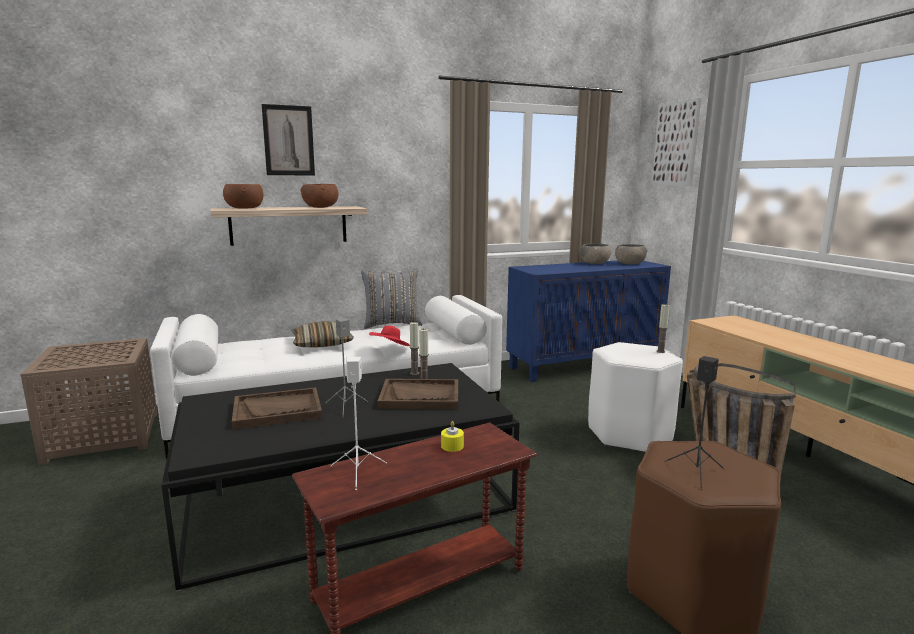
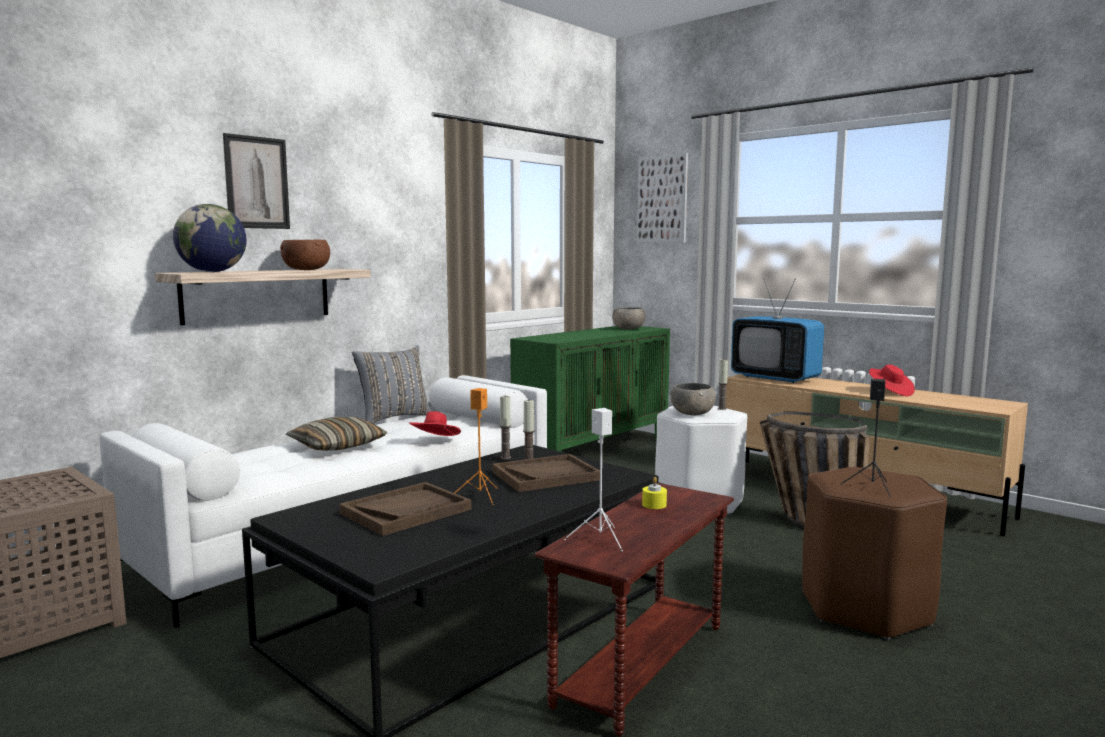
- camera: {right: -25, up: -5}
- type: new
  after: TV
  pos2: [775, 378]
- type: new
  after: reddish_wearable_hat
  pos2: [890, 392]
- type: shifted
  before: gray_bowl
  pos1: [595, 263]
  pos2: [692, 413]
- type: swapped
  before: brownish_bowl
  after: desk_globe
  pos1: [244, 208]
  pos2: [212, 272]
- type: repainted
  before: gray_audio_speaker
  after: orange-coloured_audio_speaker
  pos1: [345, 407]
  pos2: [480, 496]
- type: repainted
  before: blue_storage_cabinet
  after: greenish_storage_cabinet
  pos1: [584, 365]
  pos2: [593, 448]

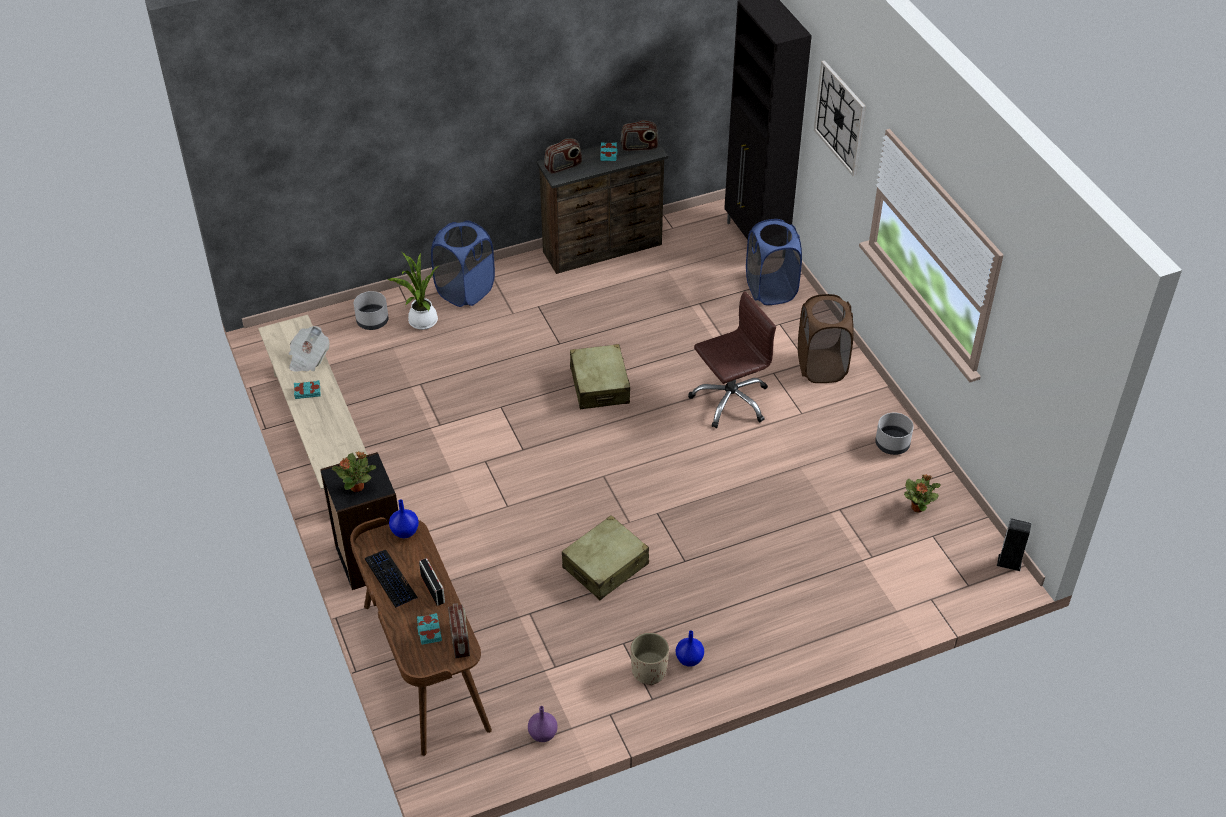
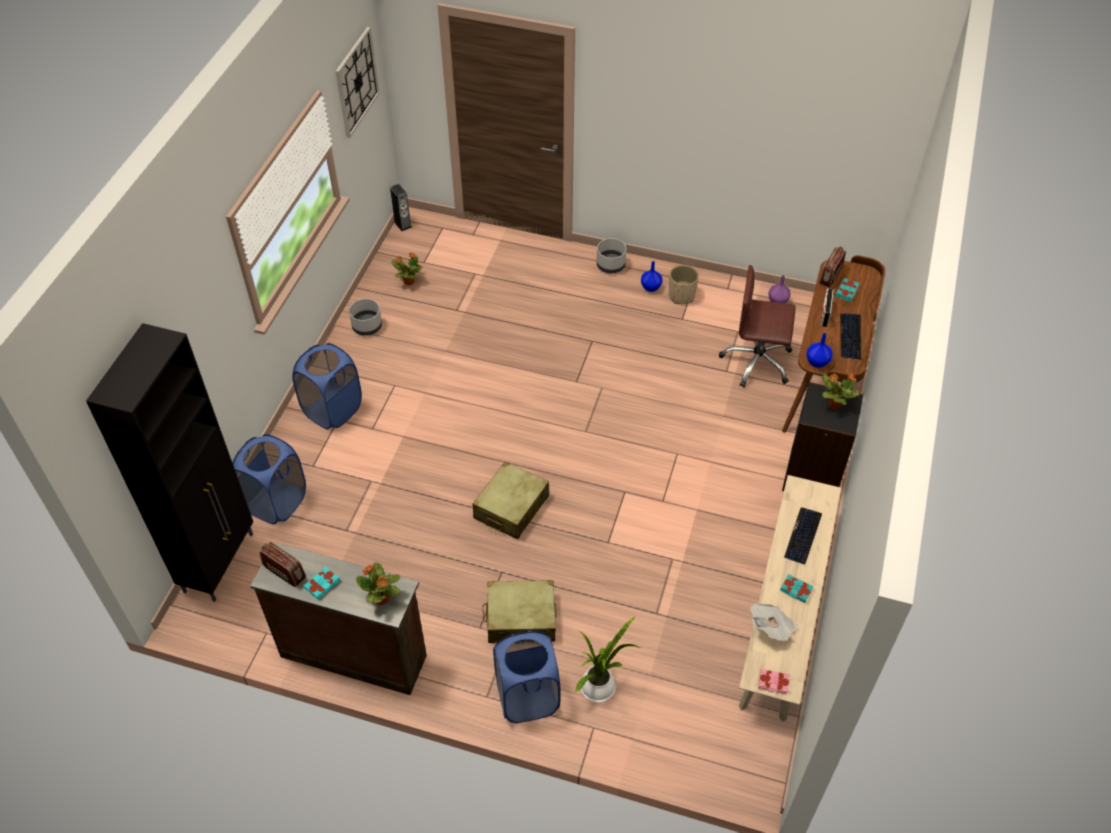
- camera: {right: -140, up: 5}
- type: new
  after: pinkish_bound_book
  pos2: [773, 683]
- type: new
  after: computer_keyboard
  pos2: [803, 536]
- type: shifted
  before: gray_flower_pot
  pos1: [372, 321]
  pos2: [611, 265]
- type: shifted
  before: beige-coloured_travel_case
  pos1: [606, 566]
  pos2: [520, 618]
- type: shifted
  before: brownish_desk_chair
  pos1: [730, 400]
  pos2: [757, 362]
- type: shifted
  before: wall_clock
  pos1: [840, 118]
  pos2: [356, 82]
- type: swapped
  before: radio_receiver
  after: houseplant
  pos1: [563, 167]
  pos2: [382, 599]
- type: repainted
  before: brownish_hamper
  after: blue_hamper
  pos1: [821, 366]
  pos2: [333, 410]

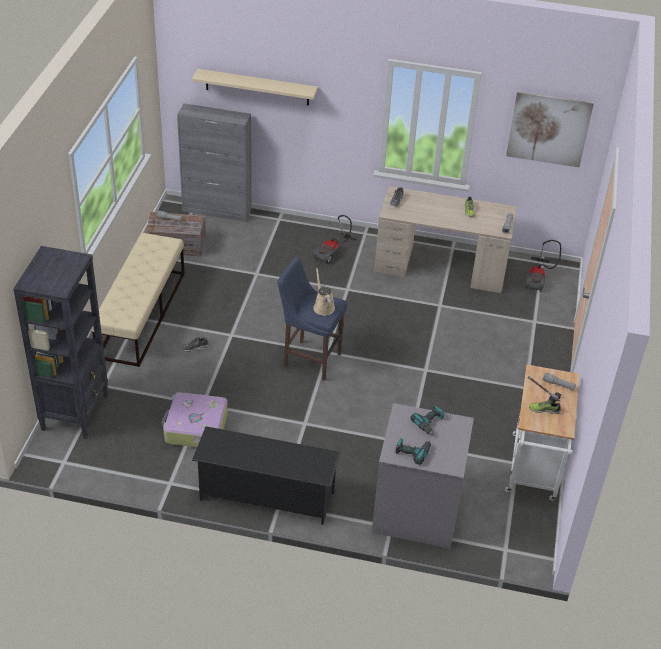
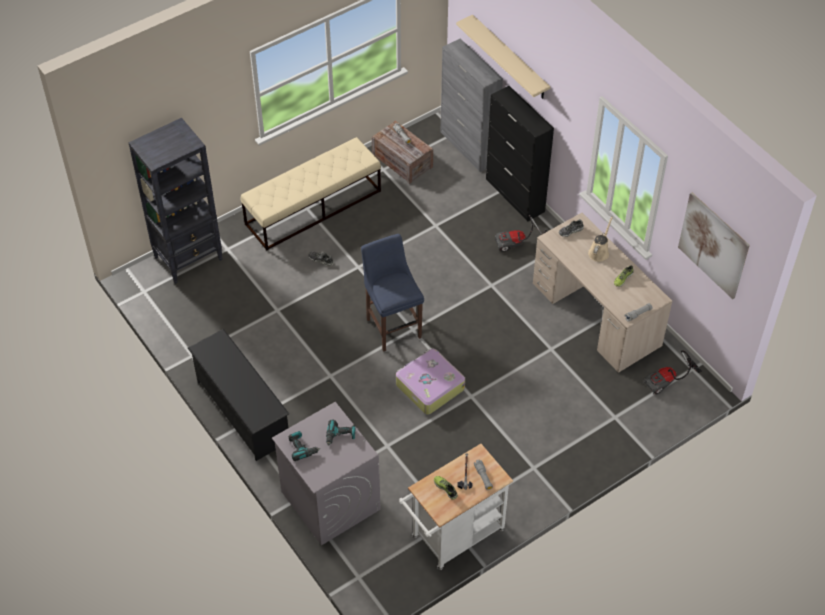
- camera: {right: 45, up: 10}
- type: new
  after: black_storage_cabinet
  pos2: [515, 195]
- type: shifted
  before: travel_case
  pos1: [195, 427]
  pos2: [429, 386]
- type: shifted
  before: beige-coloured_sprinkling_can
  pos1: [323, 306]
  pos2: [599, 252]

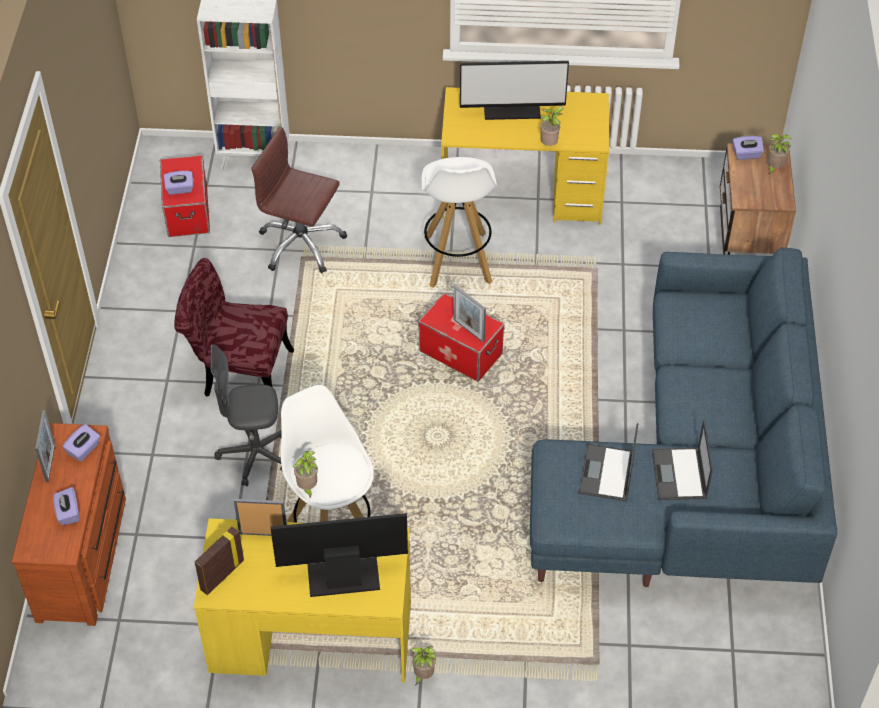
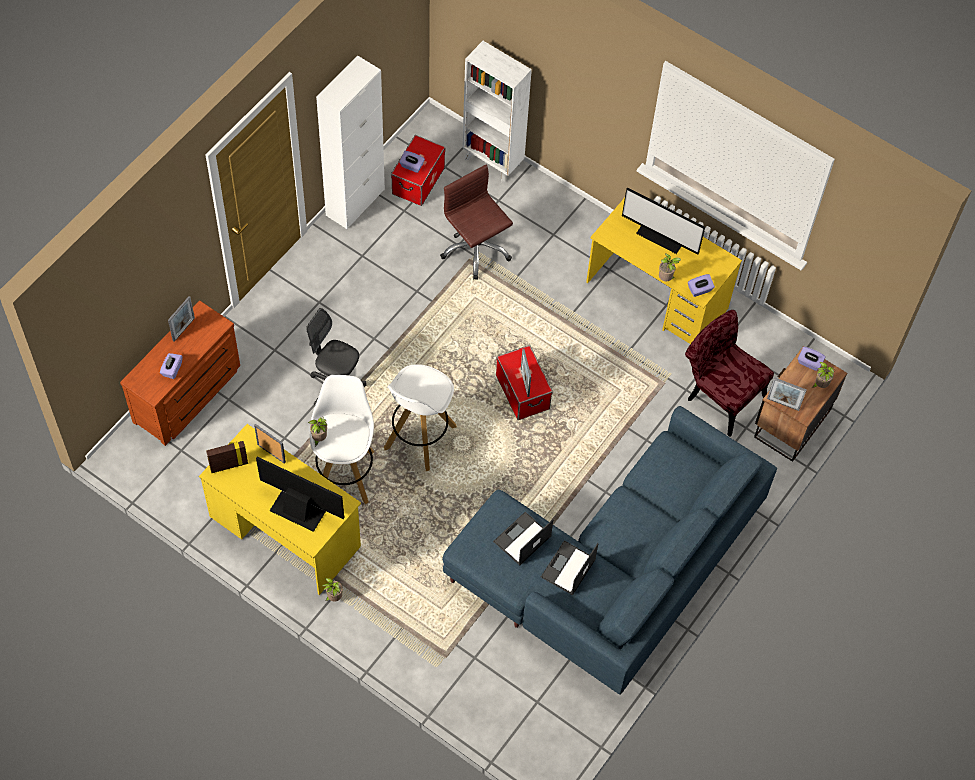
- camera: {right: 30, up: 10}
- type: new
  after: white-coloured_storage_cabinet
  pos2: [355, 202]
- type: new
  after: photo_frame
  pos2: [783, 404]
- type: shifted
  before: purple_tissue_box
  pos1: [84, 450]
  pos2: [700, 290]
- type: shifted
  before: reddish_upright_chair
  pos1: [238, 372]
  pos2: [720, 394]
- type: shifted
  before: white-coloured_stool
  pos1: [457, 260]
  pos2: [419, 438]

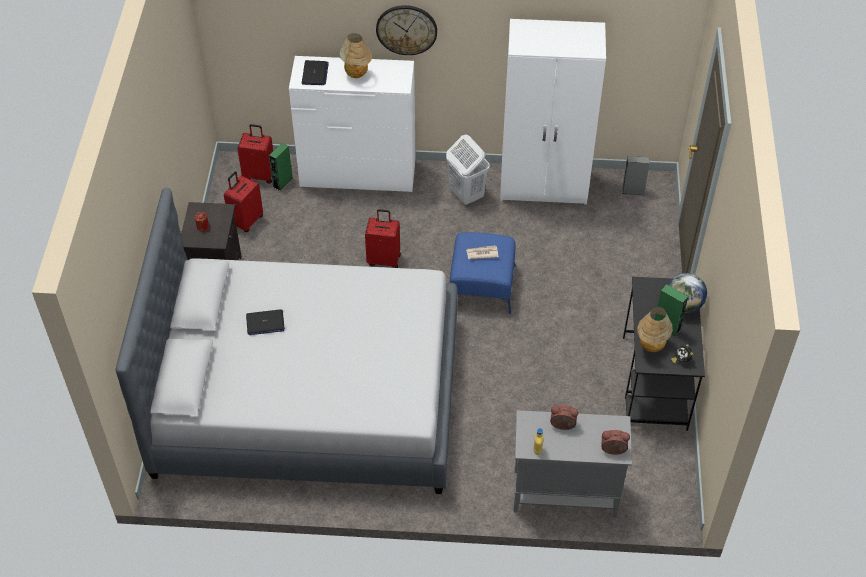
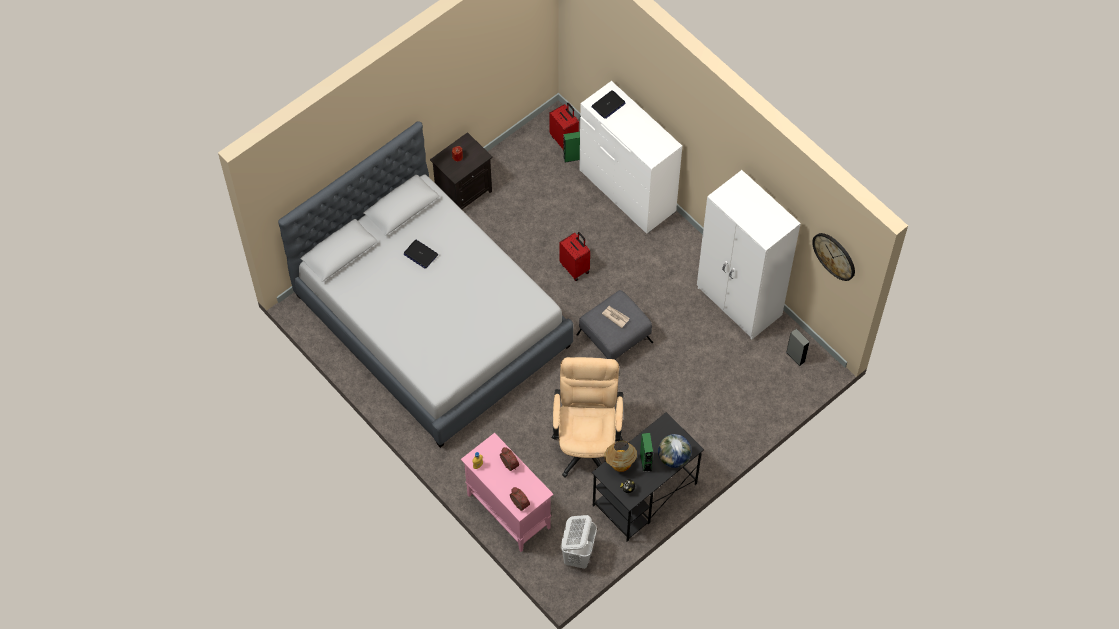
- camera: {right: 45, up: 10}
- type: gone
  before: reddish_travel_case
  pos1: [246, 221]
- type: gone
  before: table_lamp
  pos1: [357, 75]
- type: new
  after: beige-coloured_desk_chair
  pos2: [587, 441]
- type: shifted
  before: wall_clock
  pos1: [406, 29]
  pos2: [834, 256]
- type: shifted
  before: white-coloured_hamper
  pos1: [466, 194]
  pos2: [578, 554]
- type: repainted
  before: blue_footrest
  after: gray_footrest
  pos1: [481, 286]
  pos2: [614, 338]
- type: repainted
  before: gray_storage_cabinet
  after: pinkish_storage_cabinet
  pos1: [563, 494]
  pos2: [508, 511]

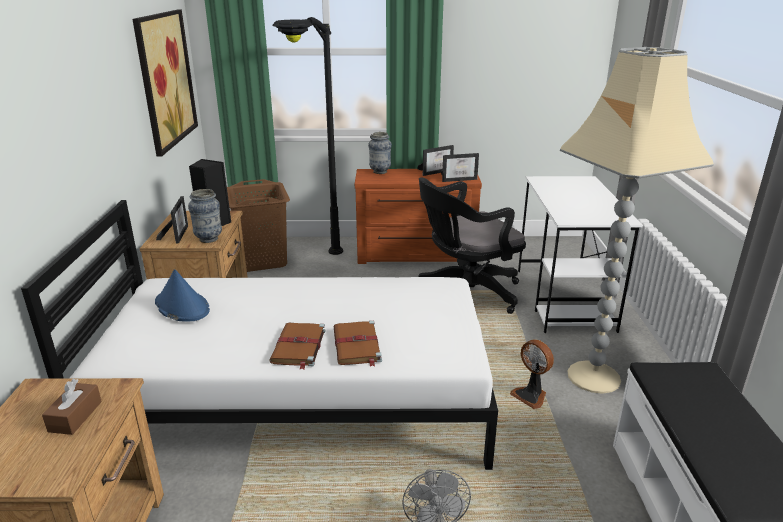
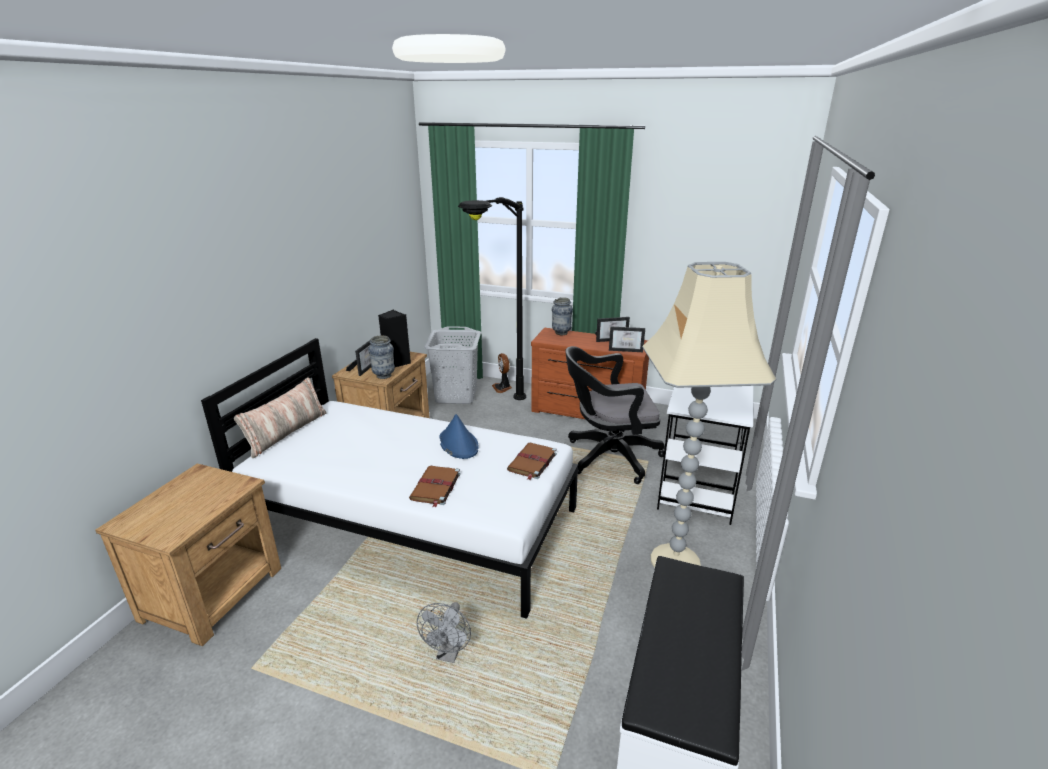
- camera: {right: 20, up: 0}
- type: gone
  before: brownish_tissue_box
  pos1: [75, 416]
- type: gone
  before: wall_picture
  pos1: [165, 79]
- type: new
  after: cushion
  pos2: [286, 432]
- type: shifted
  before: blue_wearable_hat
  pos1: [182, 306]
  pos2: [458, 444]
- type: shifted
  before: brownish_bound_book
  pos1: [298, 347]
  pos2: [532, 462]
- type: shifted
  before: fan
  pos1: [530, 396]
  pos2: [502, 388]
- type: repainted
  before: brownish_hamper
  after: gray_hamper
  pos1: [263, 260]
  pos2: [456, 395]

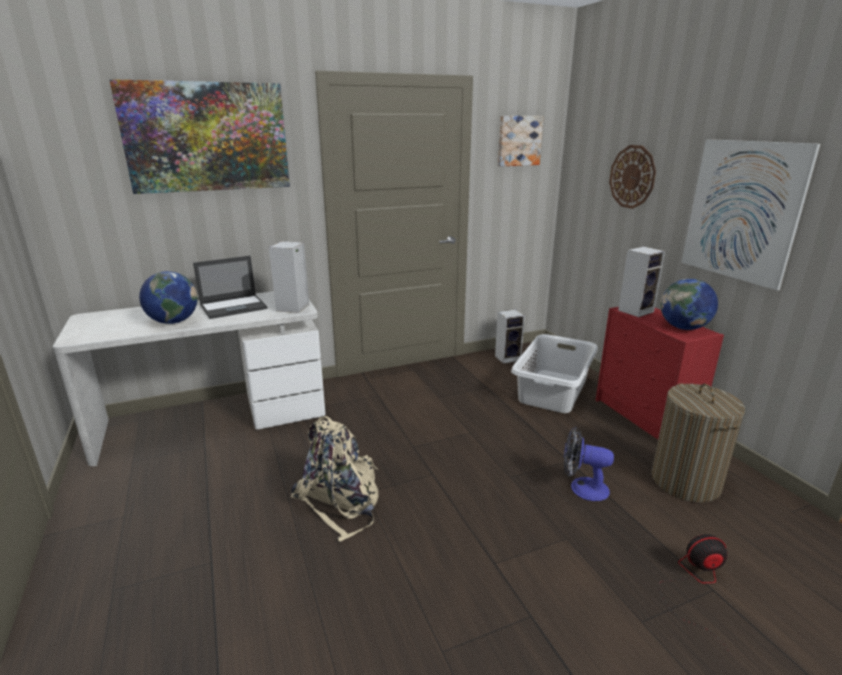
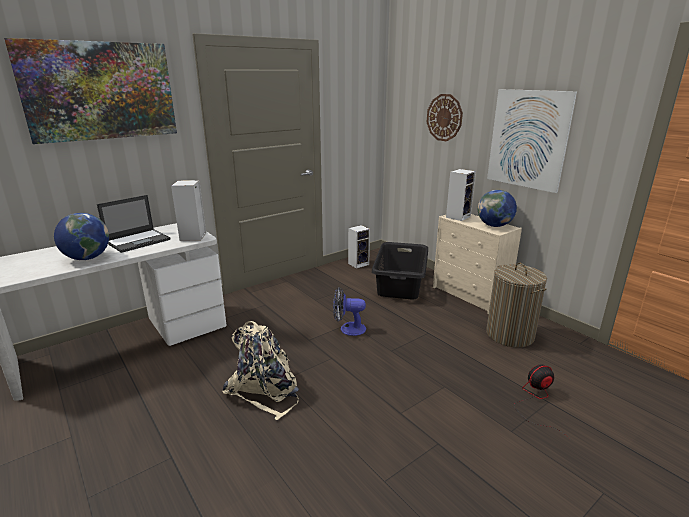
- camera: {right: -15, up: 0}
- type: gone
  before: wall_picture
  pos1: [519, 141]
- type: shifted
  before: fan
  pos1: [582, 487]
  pos2: [348, 329]
- type: repainted
  before: white-coloured_hamper
  after: black_hamper
  pos1: [553, 390]
  pos2: [400, 284]
- type: repainted
  before: reddish_drawer_chest
  after: beige-coloured_drawer_chest
  pos1: [645, 418]
  pos2: [470, 295]

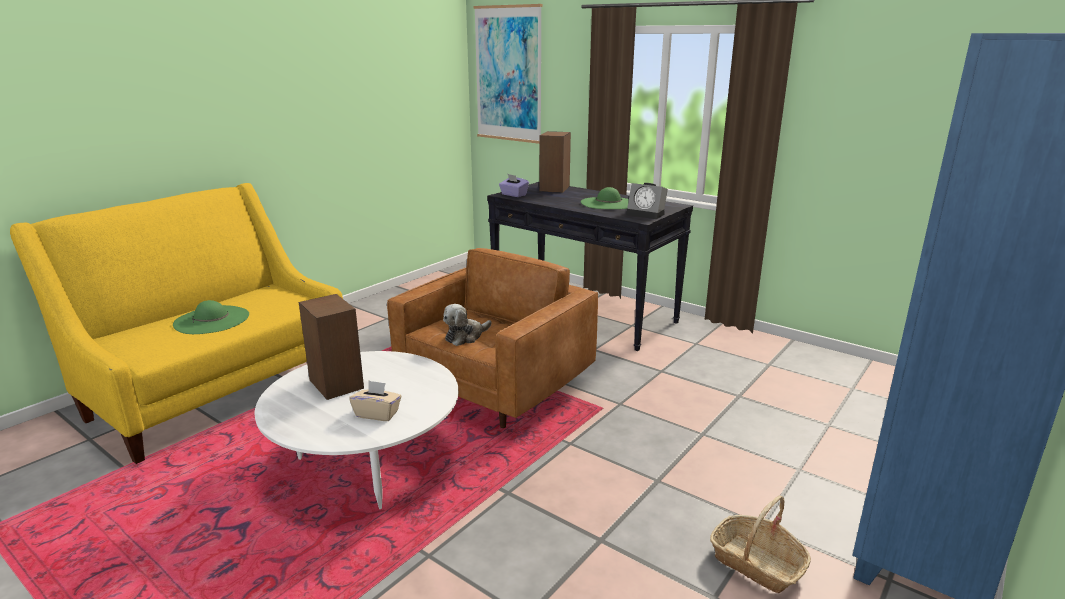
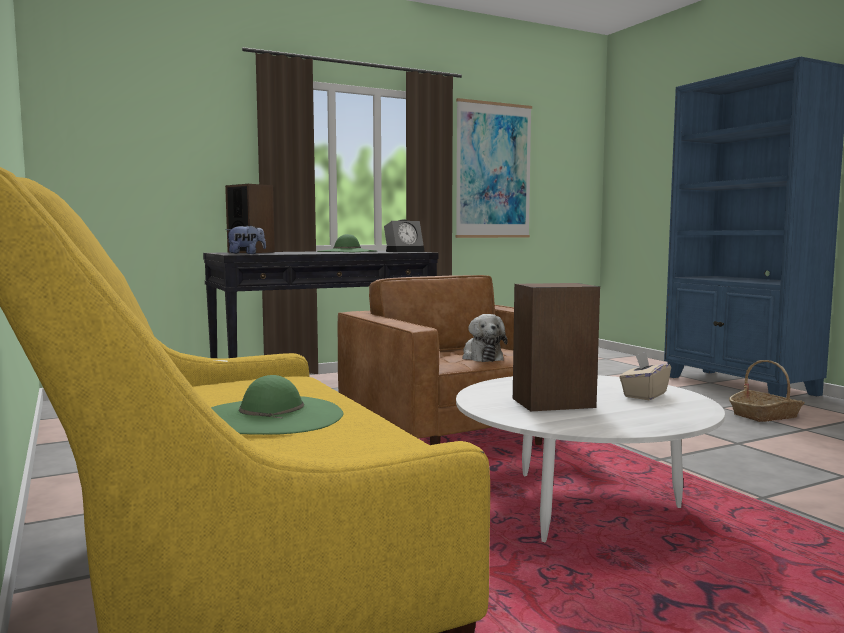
- camera: {right: -65, up: -15}
- type: shifted
  before: wall_picture
  pos1: [508, 74]
  pos2: [493, 170]
- type: swapped
  before: purple_tissue_box
  after: soft_toy
  pos1: [513, 195]
  pos2: [246, 254]

